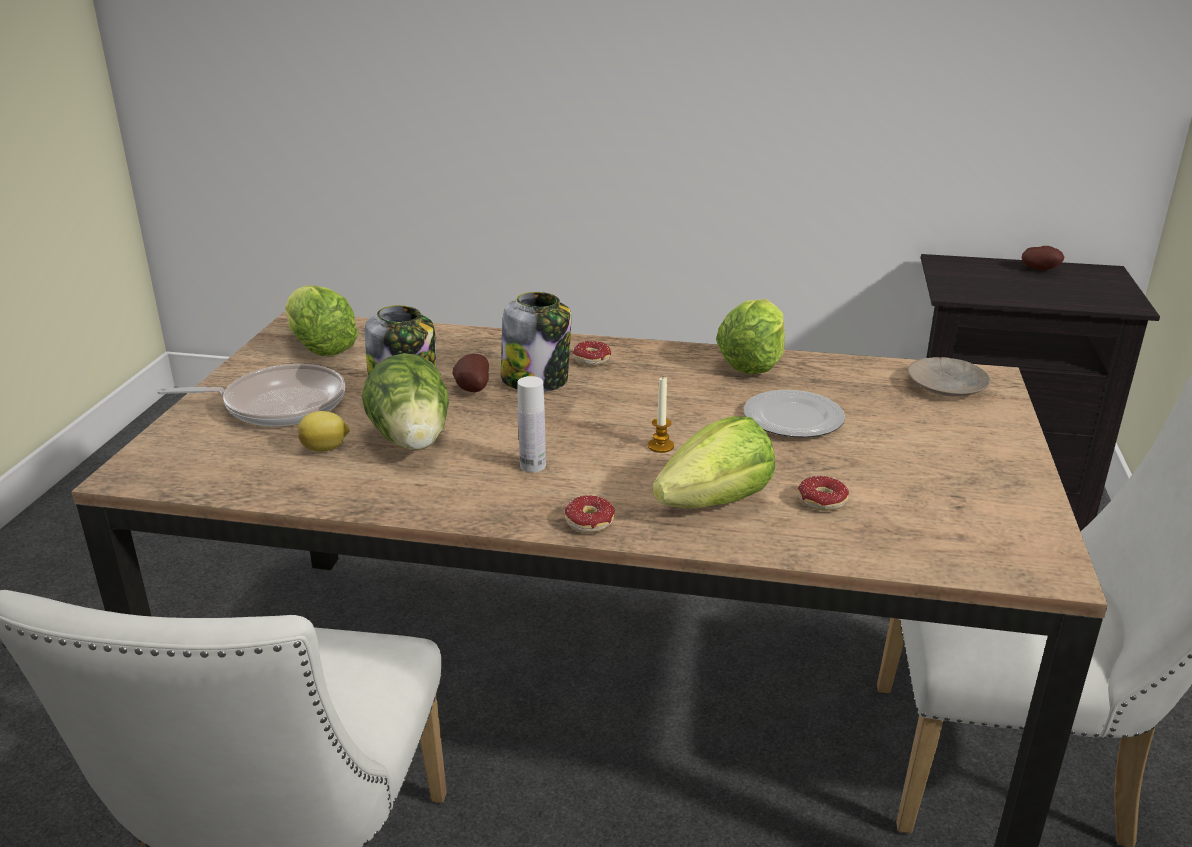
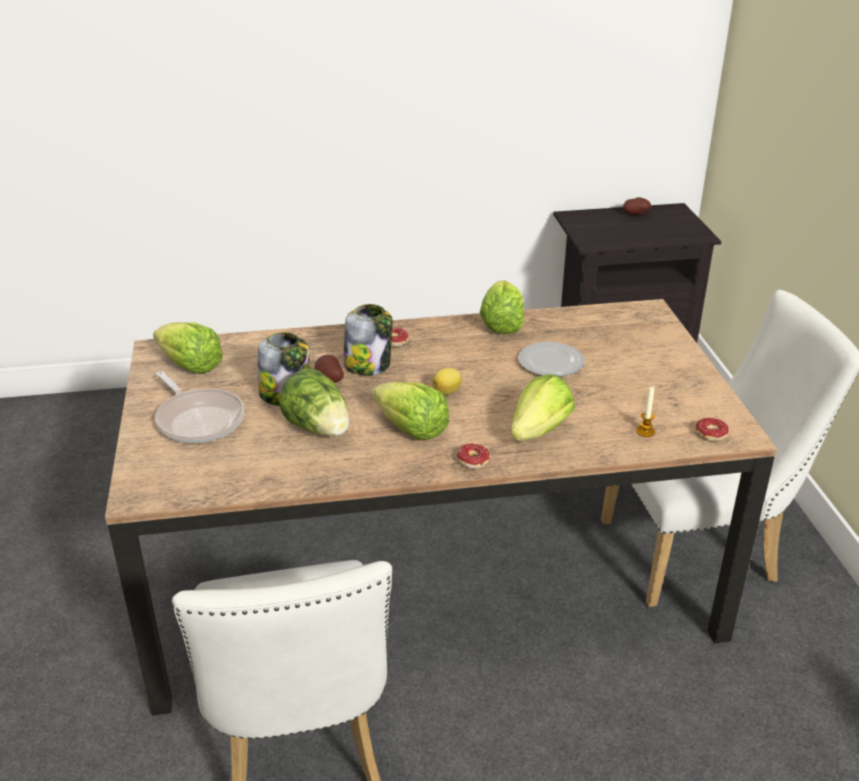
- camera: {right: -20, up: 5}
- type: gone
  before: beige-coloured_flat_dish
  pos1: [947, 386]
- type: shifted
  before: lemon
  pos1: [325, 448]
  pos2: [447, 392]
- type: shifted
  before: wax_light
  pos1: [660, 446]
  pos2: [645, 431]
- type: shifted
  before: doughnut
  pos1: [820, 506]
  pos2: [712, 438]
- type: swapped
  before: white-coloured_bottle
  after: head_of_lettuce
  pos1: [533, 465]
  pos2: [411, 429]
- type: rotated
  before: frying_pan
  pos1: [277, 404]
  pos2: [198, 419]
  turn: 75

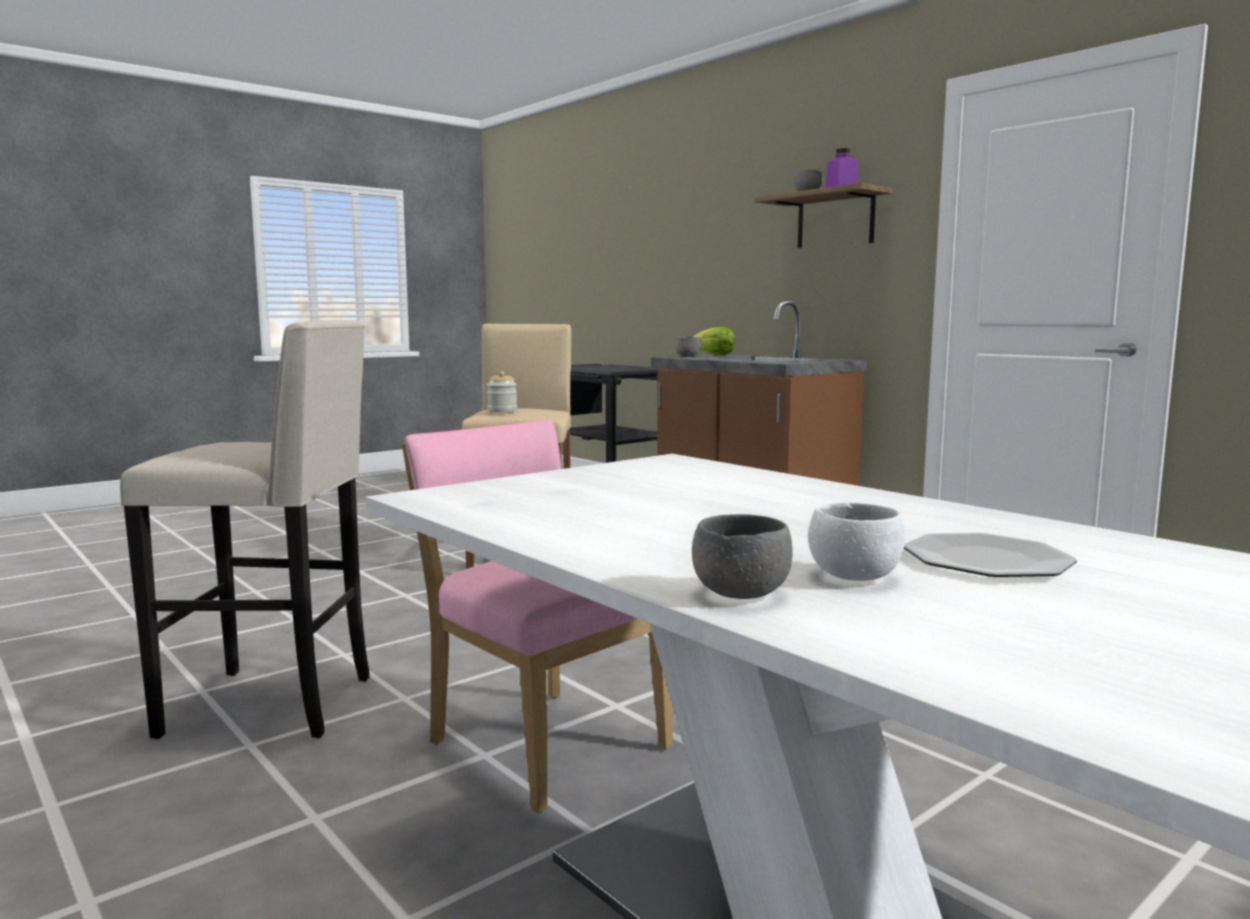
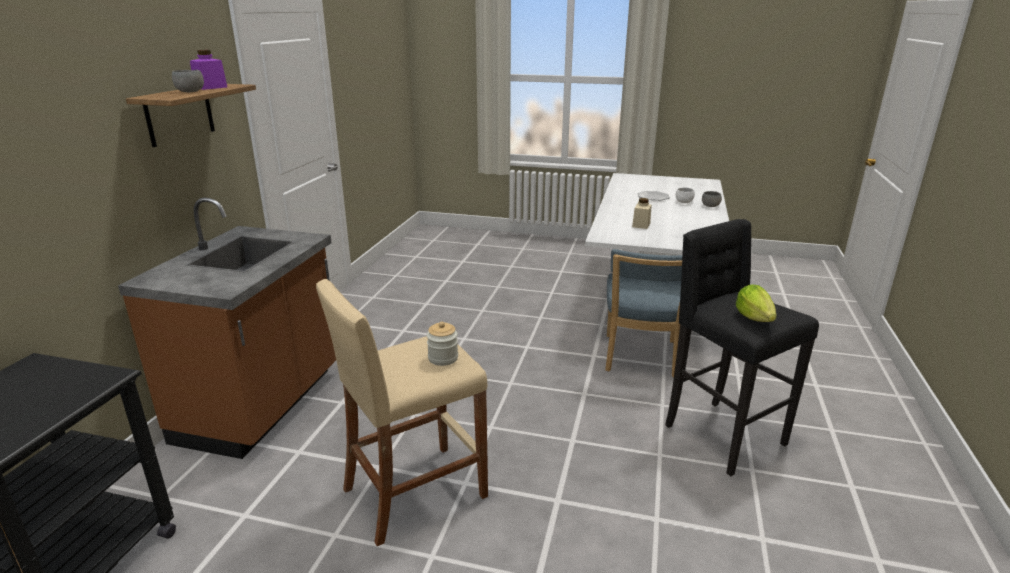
- camera: {right: -125, up: 15}
- type: gone
  before: gray_bowl
  pos1: [687, 356]
- type: new
  after: beige-coloured_jar
  pos2: [641, 225]
- type: shifted
  before: head_of_lettuce
  pos1: [714, 355]
  pos2: [754, 318]
- type: repainted
  before: beige-coloured_stool
  after: black_stool
  pos1: [275, 705]
  pos2: [721, 435]
- type: repainted
  before: pinkish_upright_chair
  after: blue_upright_chair
  pos1: [541, 742]
  pos2: [640, 358]

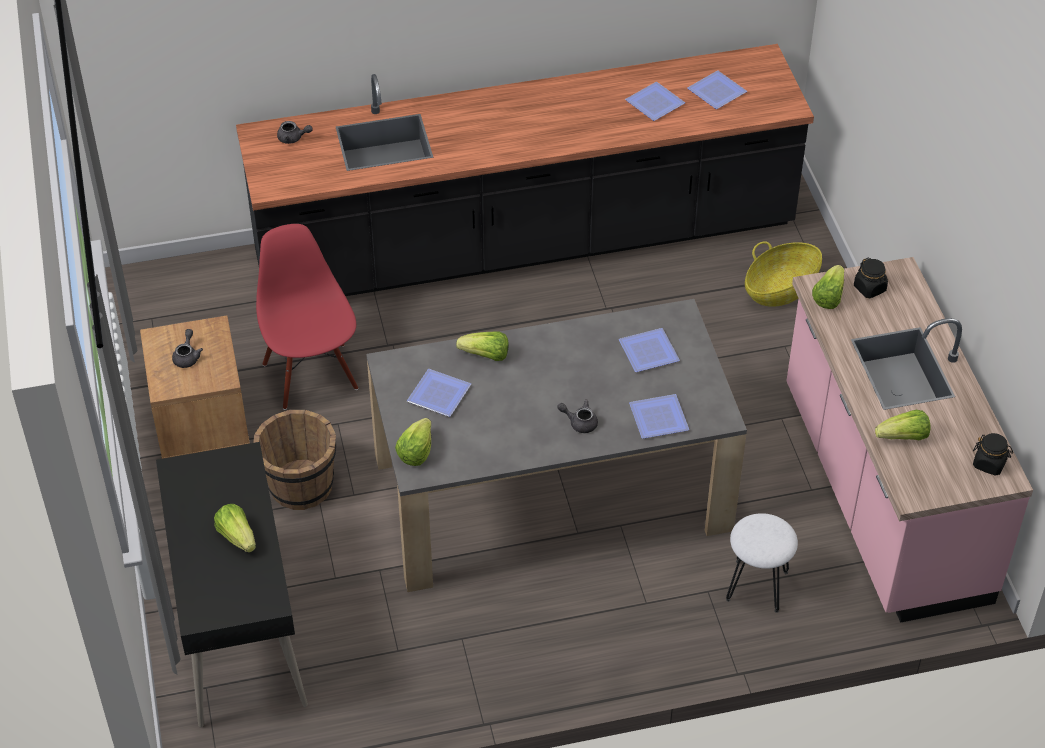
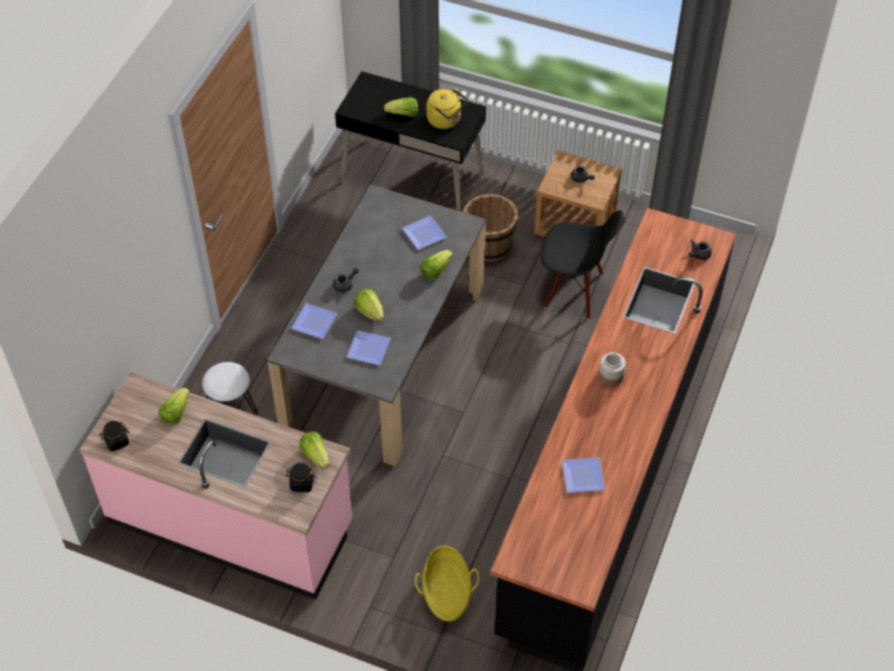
- camera: {right: 125, up: 5}
- type: gone
  before: flat_dish
  pos1: [716, 93]
- type: new
  after: yellow-coloured_water_kettle
  pos2: [446, 120]
- type: new
  after: jar
  pos2: [611, 375]
- type: shifted
  before: head_of_lettuce
  pos1: [416, 452]
  pos2: [370, 312]
- type: repainted
  before: reddish_upright_chair
  after: black_upright_chair
  pos1: [311, 376]
  pos2: [574, 291]

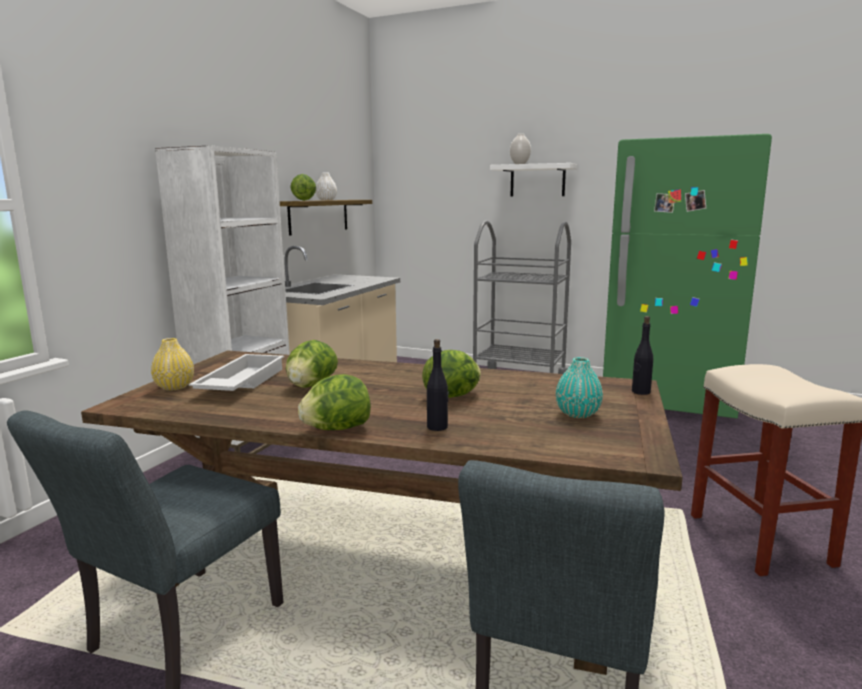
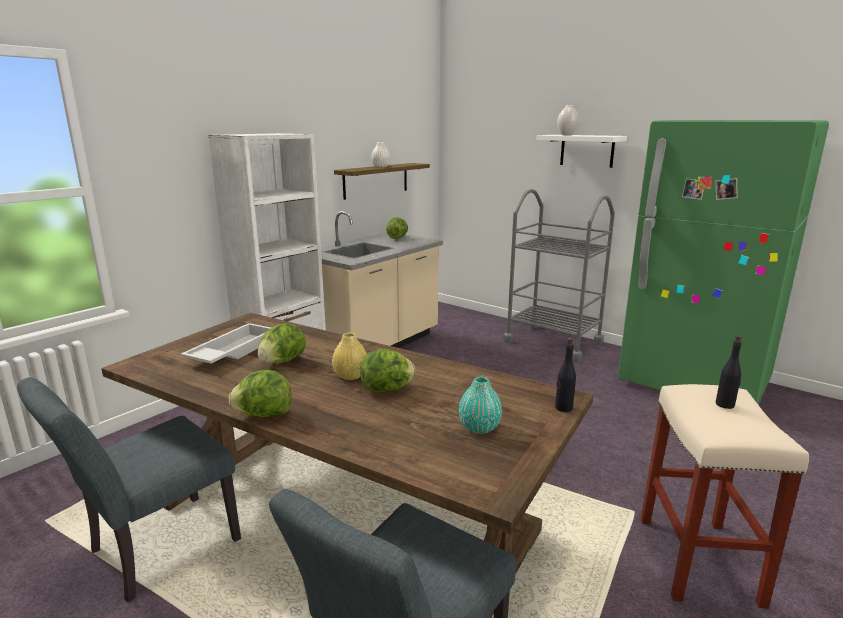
- camera: {right: 15, up: 5}
- type: shifted
  before: yellow-coloured_flower_vase
  pos1: [174, 387]
  pos2: [350, 376]
- type: shifted
  before: head_of_lettuce
  pos1: [304, 200]
  pos2: [397, 238]
- type: shifted
  before: black_bottle
  pos1: [437, 427]
  pos2: [725, 404]

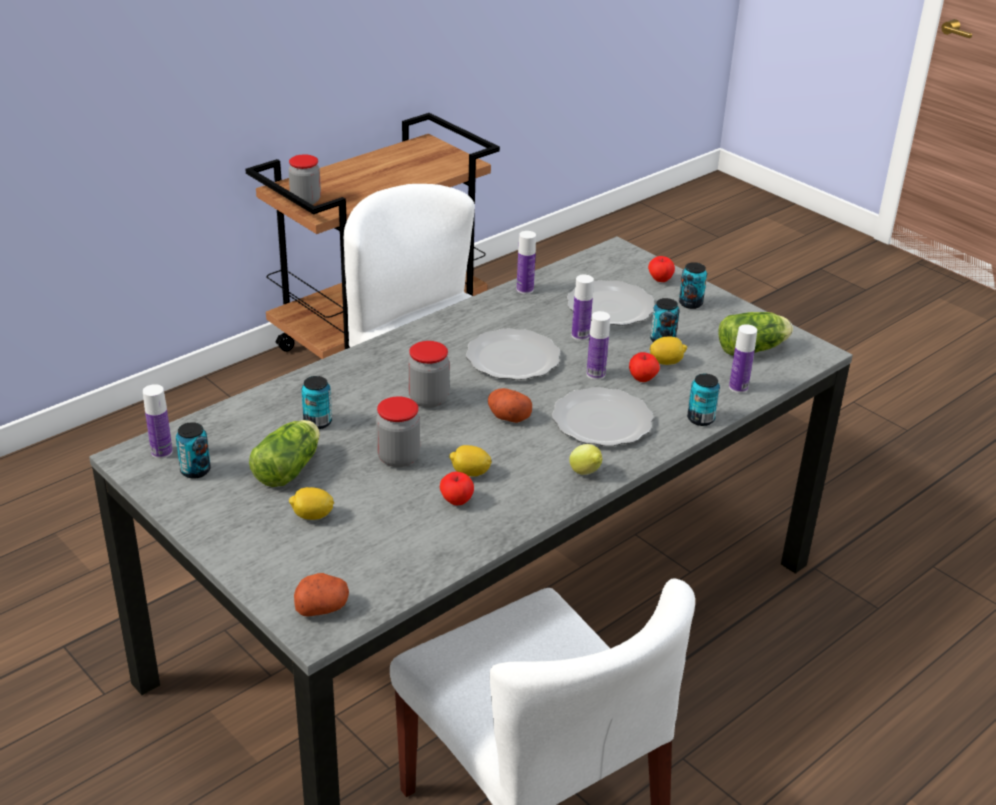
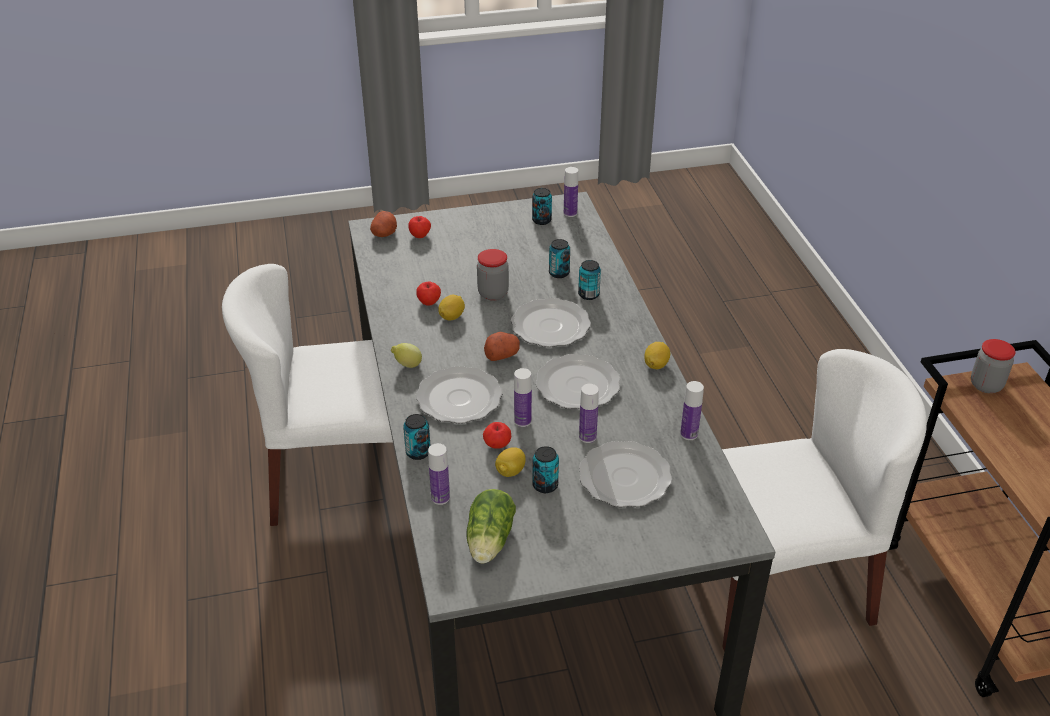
- camera: {right: 120, up: 5}
- type: gone
  before: head_of_lettuce
  pos1: [290, 468]
- type: shifted
  before: lemon
  pos1: [312, 516]
  pos2: [656, 364]
- type: shifted
  before: apple_fruit
  pos1: [660, 279]
  pos2: [420, 235]
- type: shifted
  before: metal_can
  pos1: [690, 303]
  pos2: [588, 294]
- type: swapped
  before: jar
  after: flat_dish
  pos1: [428, 399]
  pos2: [552, 326]

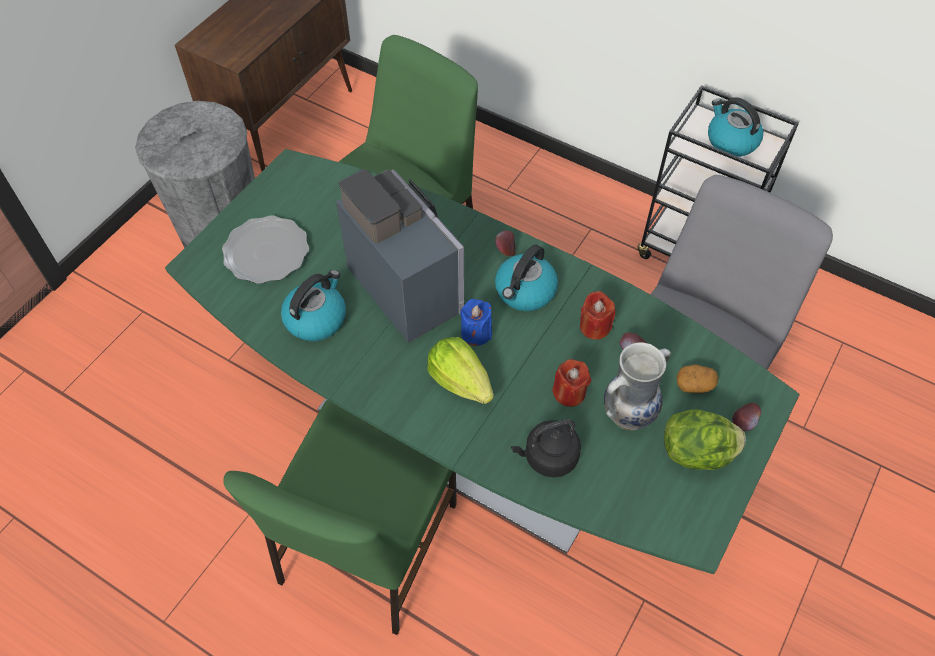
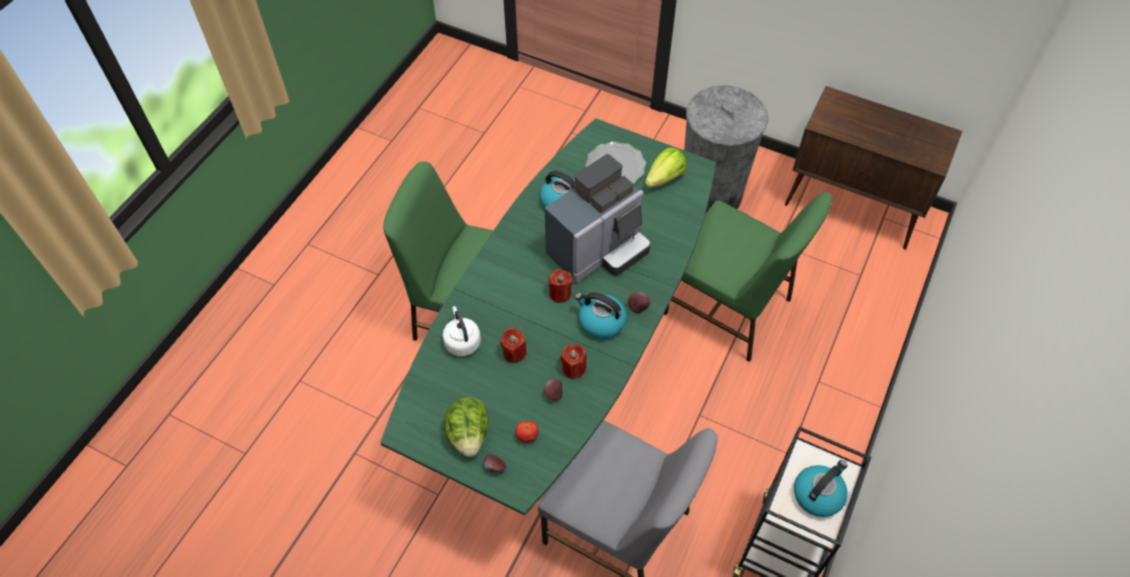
- camera: {right: 85, up: 0}
- type: gone
  before: flower_vase
  pos1: [628, 413]
- type: shifted
  before: head_of_lettuce
  pos1: [460, 381]
  pos2: [665, 178]
- type: swapped
  before: potato
  after: fresh_tomato
  pos1: [694, 384]
  pos2: [527, 436]
- type: repainted
  before: blue_wax_light
  after: reddish_wax_light
  pos1: [476, 333]
  pos2: [560, 293]
- type: repainted
  before: black_water_kettle
  after: white-coloured_water_kettle
  pos1: [548, 457]
  pos2: [462, 341]

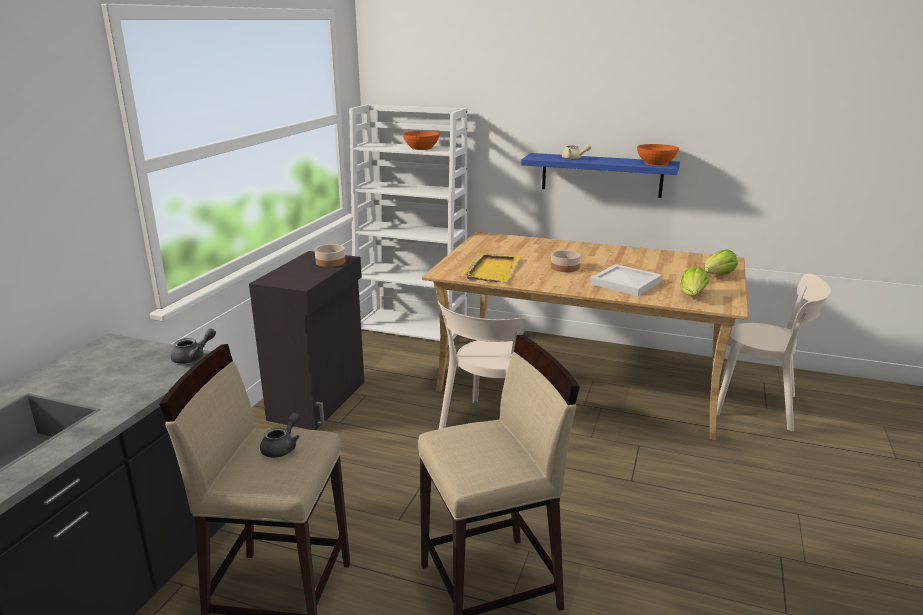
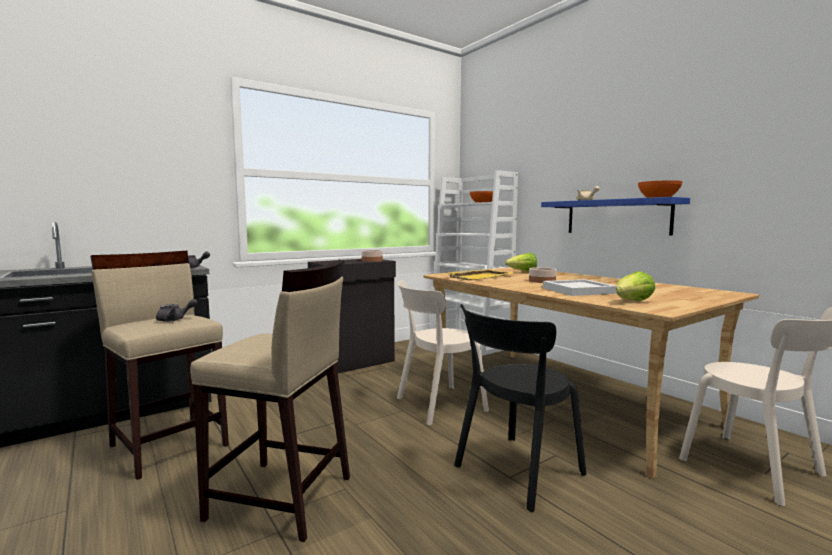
- camera: {right: 35, up: -15}
- type: new
  after: black_upright_chair
  pos2: [515, 472]
- type: shifted
  before: head_of_lettuce
  pos1: [717, 276]
  pos2: [523, 272]

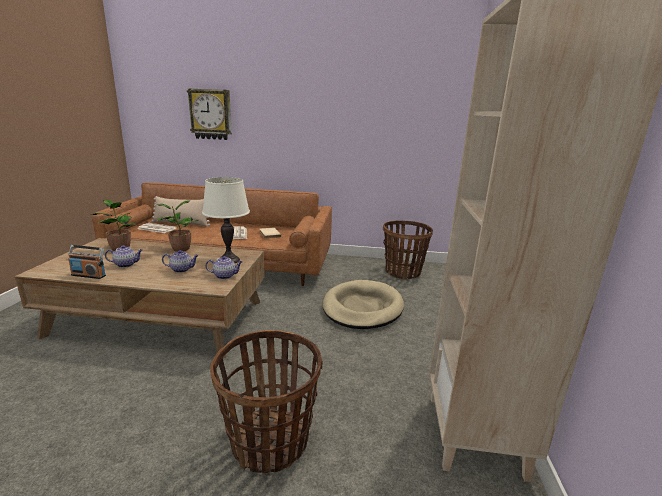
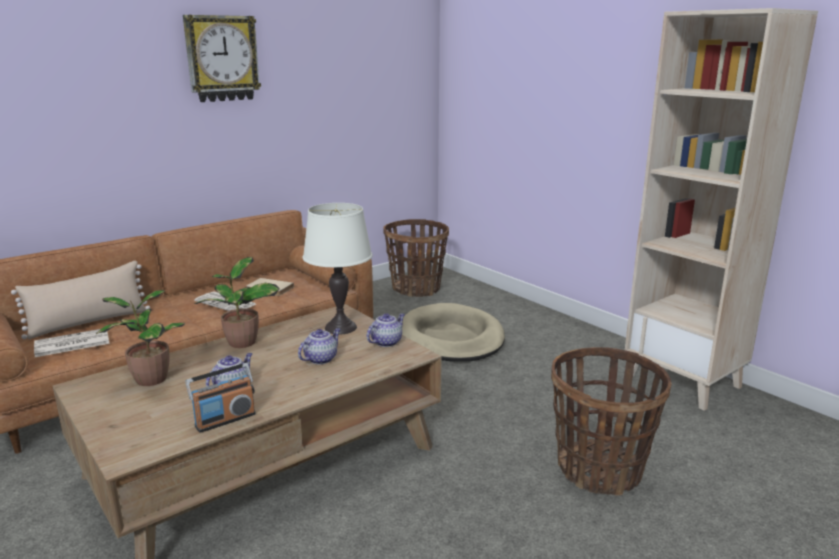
- camera: {right: -45, up: 0}
- type: shifted
  before: wall_clock
  pos1: [211, 114]
  pos2: [222, 58]

